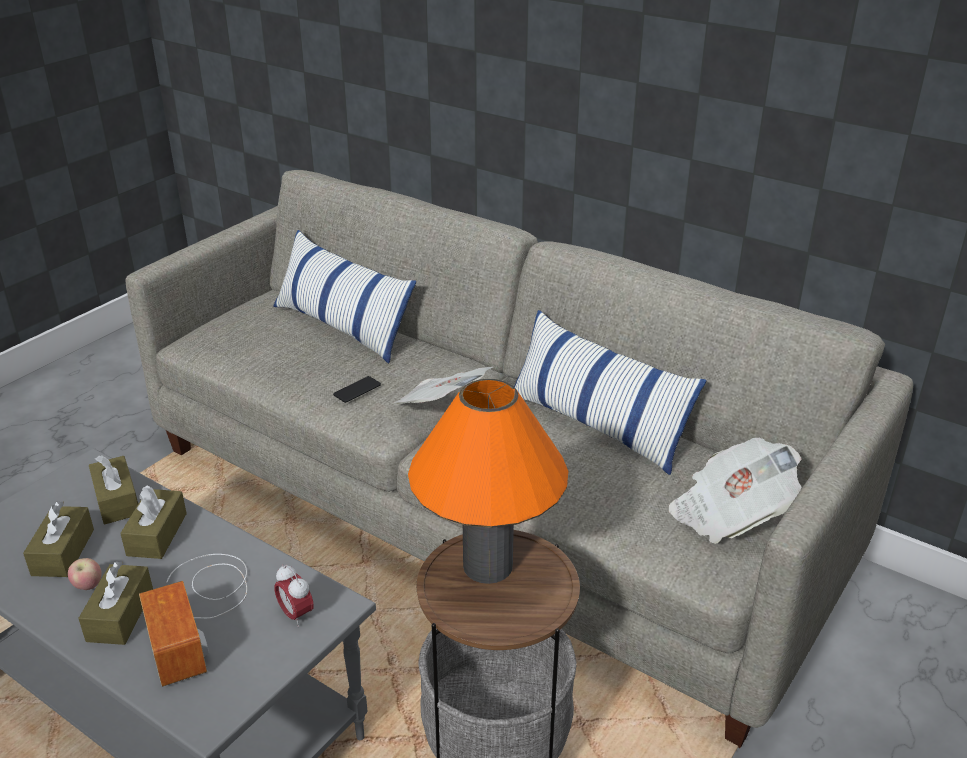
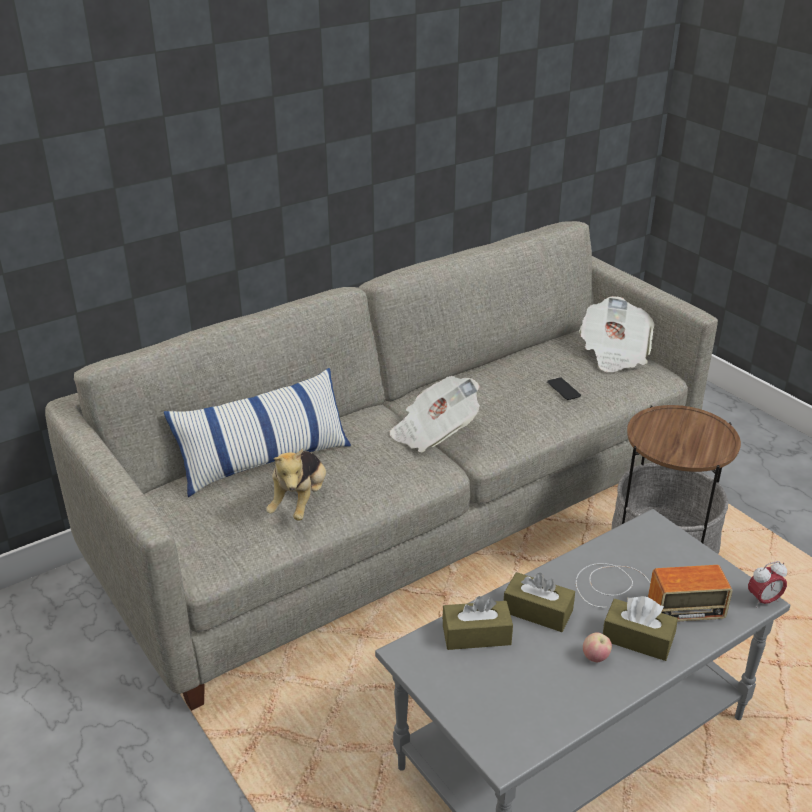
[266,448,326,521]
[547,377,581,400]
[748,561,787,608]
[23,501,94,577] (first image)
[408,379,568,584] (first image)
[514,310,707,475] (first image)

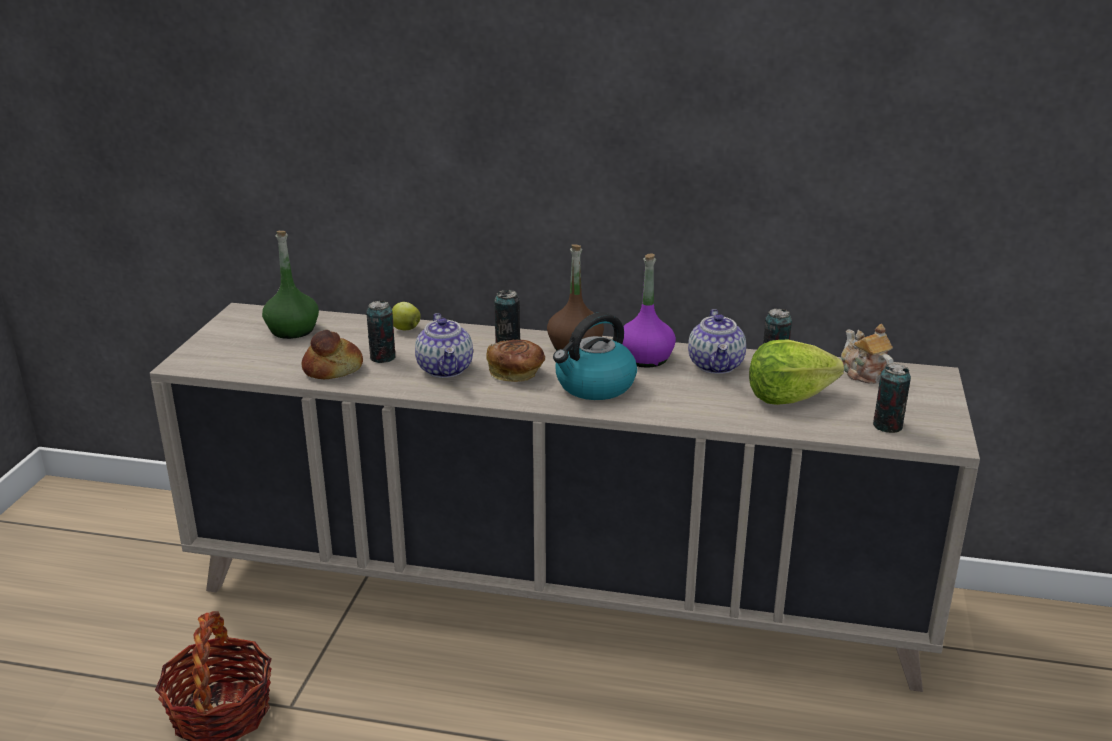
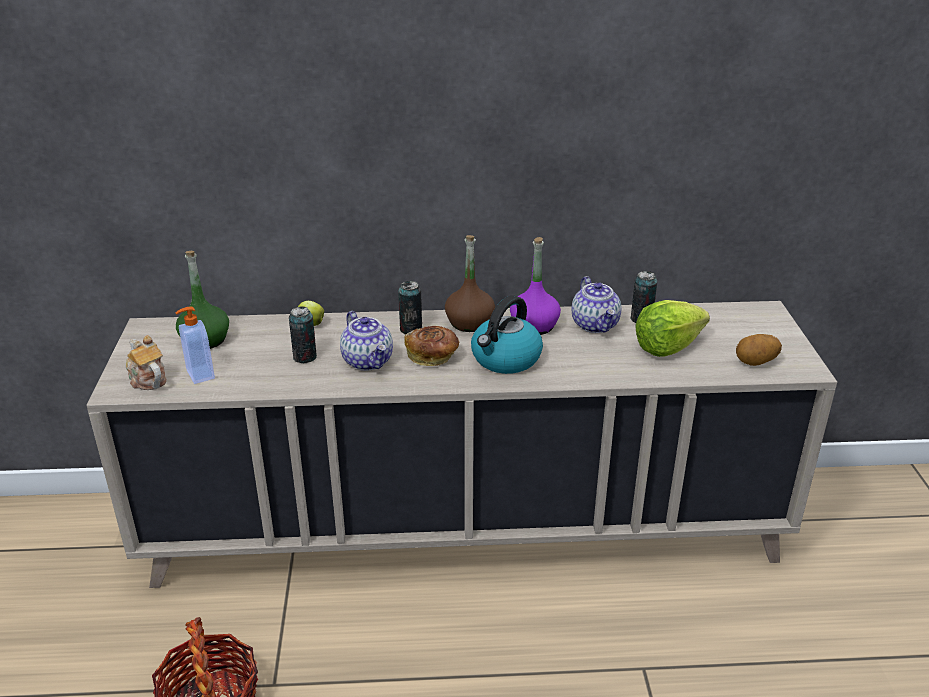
[126,335,167,390]
[176,307,215,384]
[736,334,782,366]
[302,330,363,379] (first image)

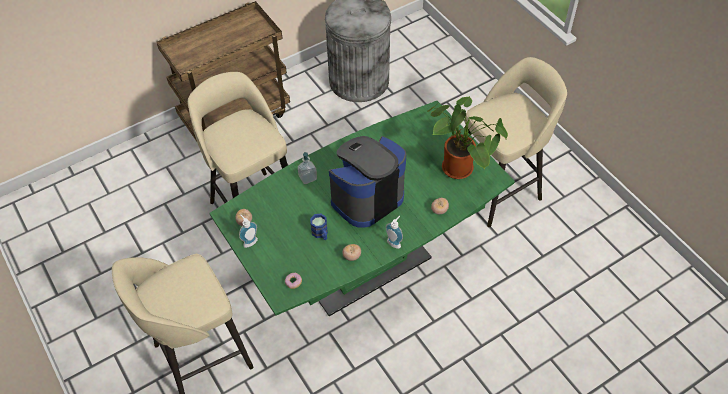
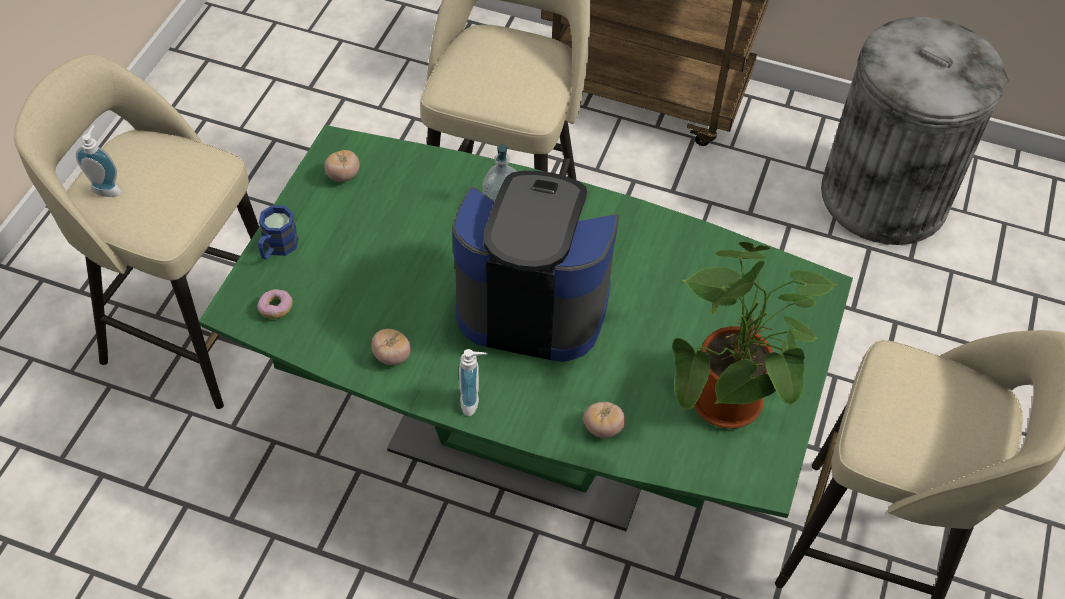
[76,125,121,197]
[258,205,298,259]

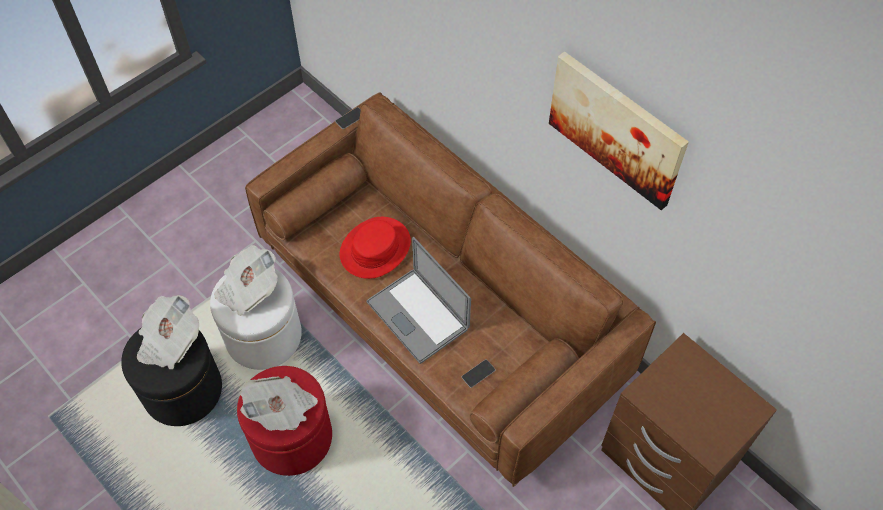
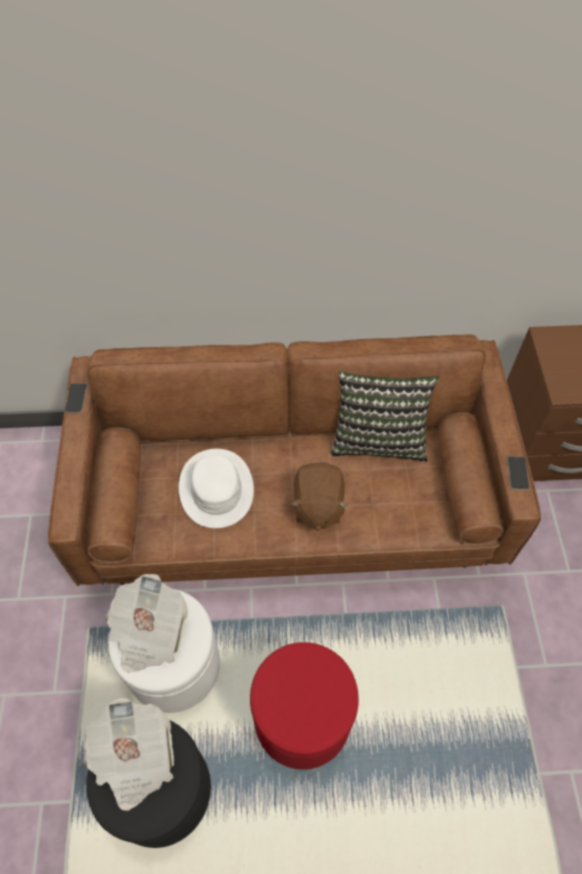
[179,449,254,528]
[290,462,348,531]
[331,371,439,462]
[507,456,529,490]
[240,376,318,431] (first image)
[549,51,689,210] (first image)

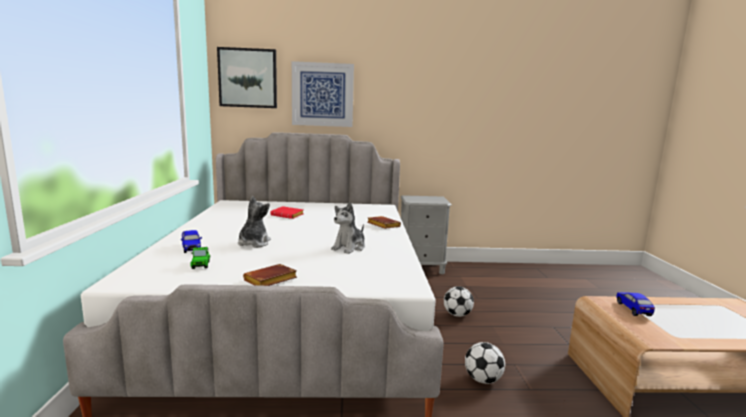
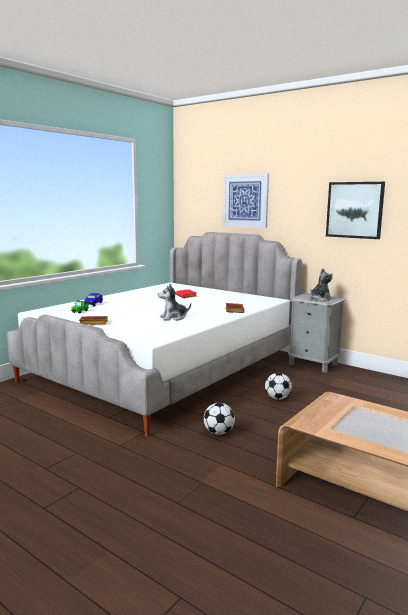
[310,268,333,301]
[326,182,385,239]
[616,292,655,316] (first image)

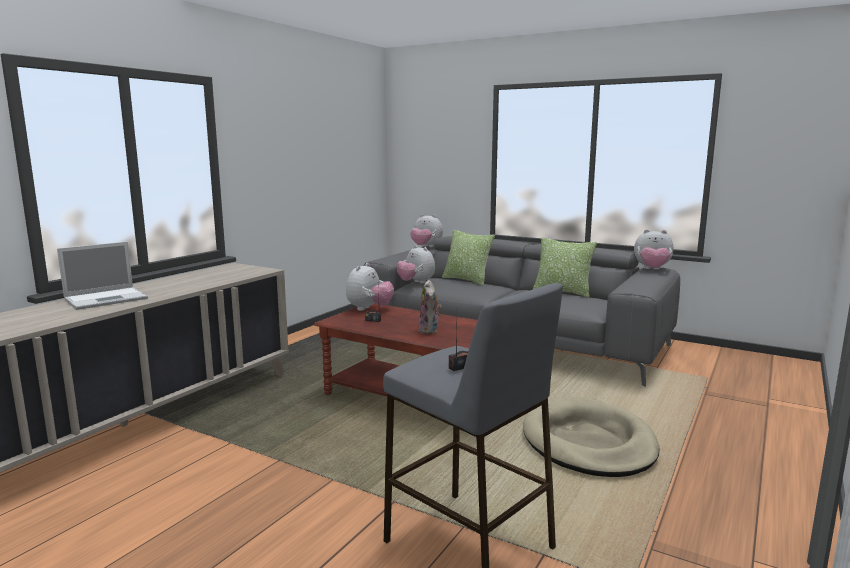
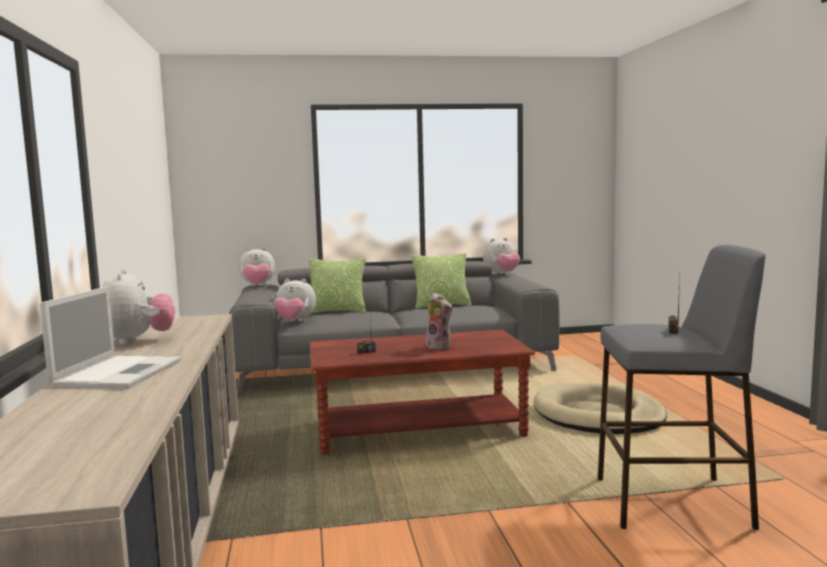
[102,269,175,345]

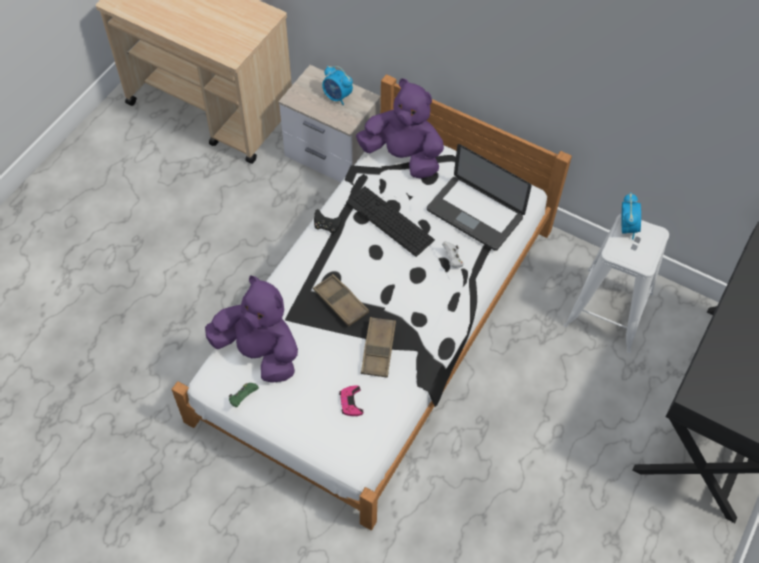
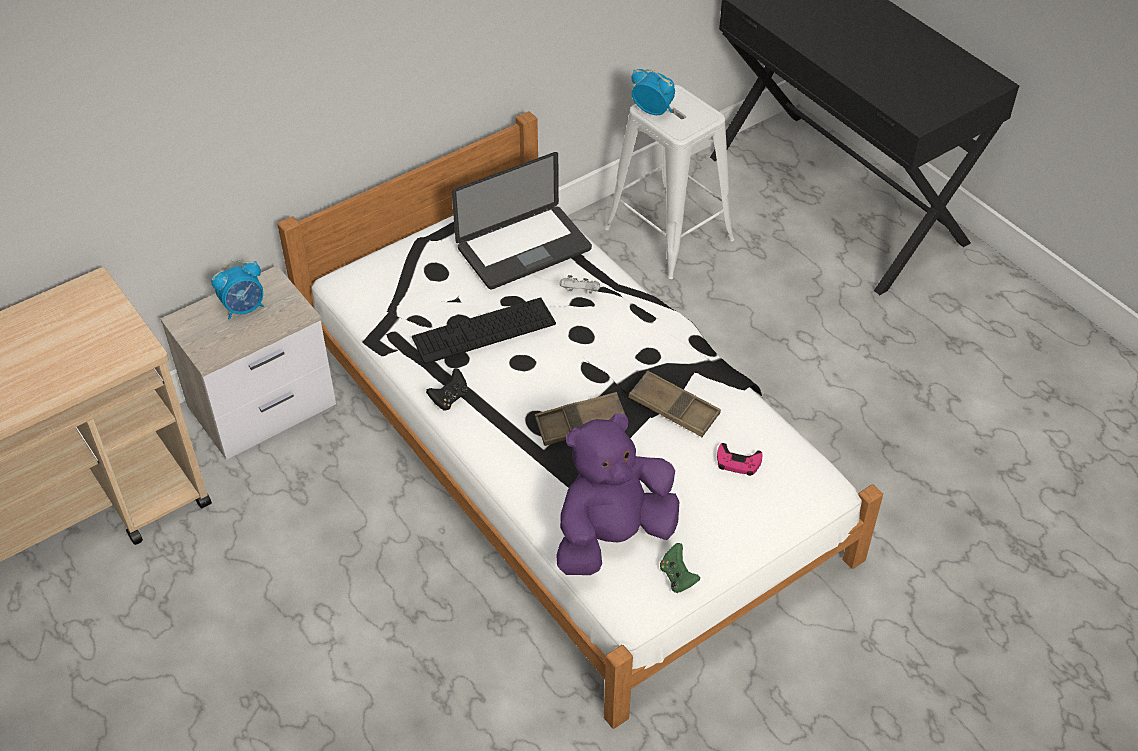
[356,79,444,179] (first image)

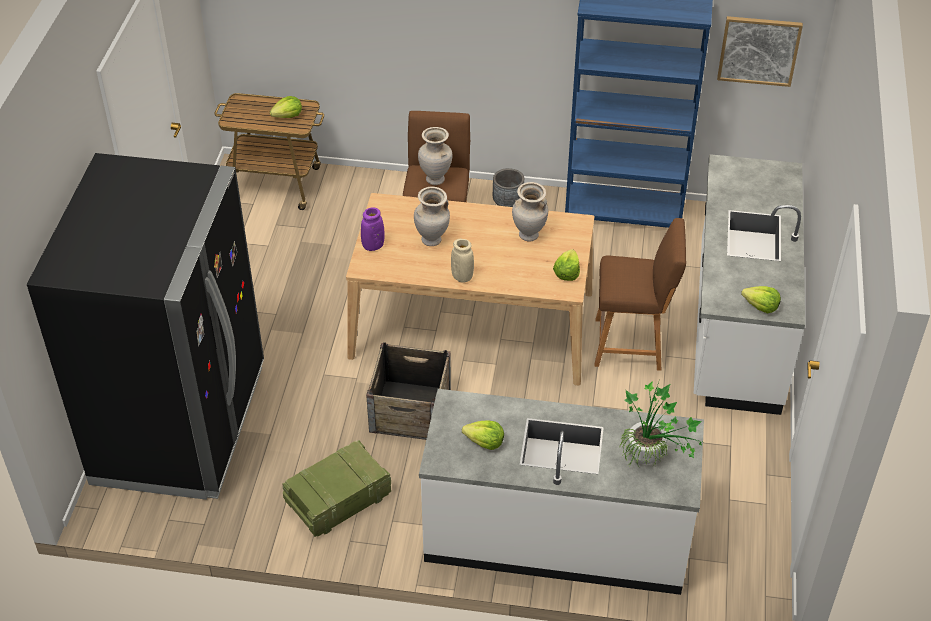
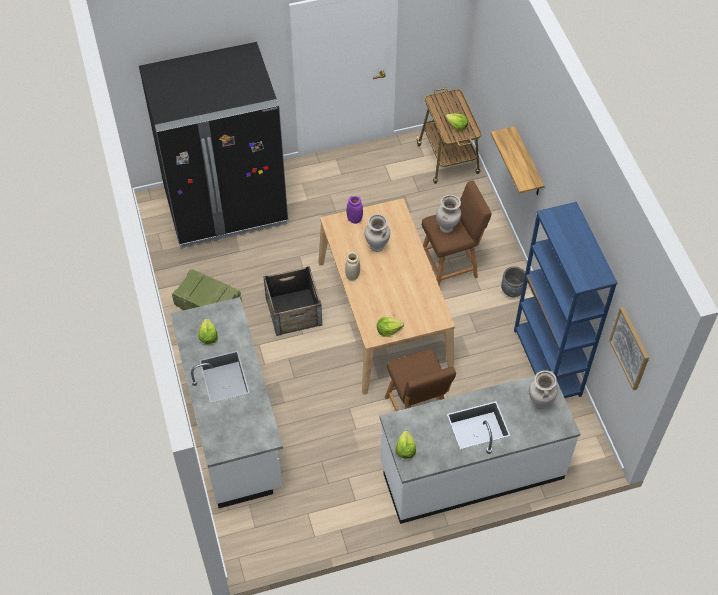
[491,126,544,195]
[529,370,558,409]
[619,381,702,466] (first image)

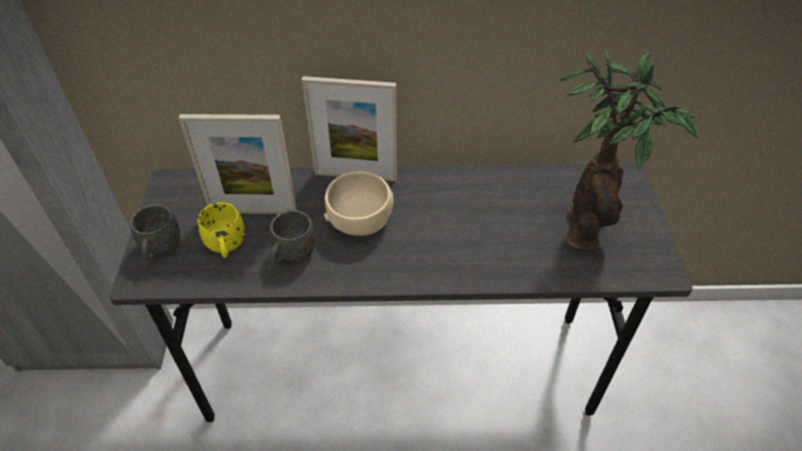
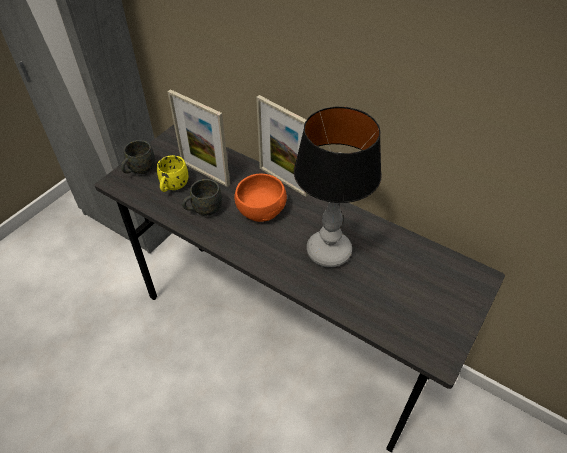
[234,174,287,222]
[294,107,382,268]
[560,49,699,252] (first image)

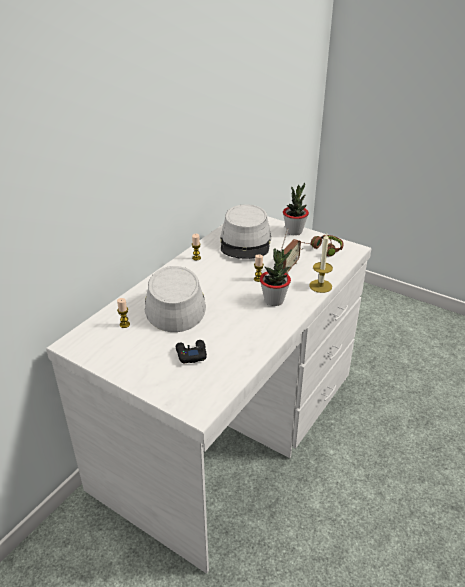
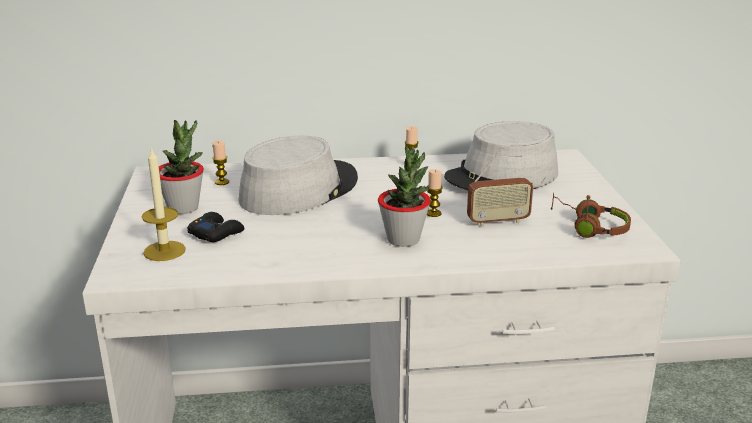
[142,147,186,261]
[159,120,204,214]

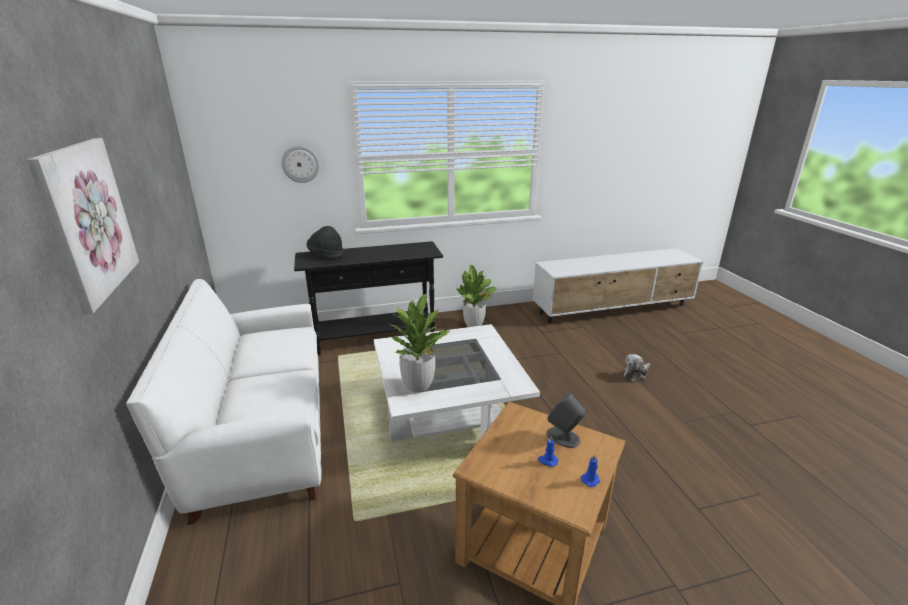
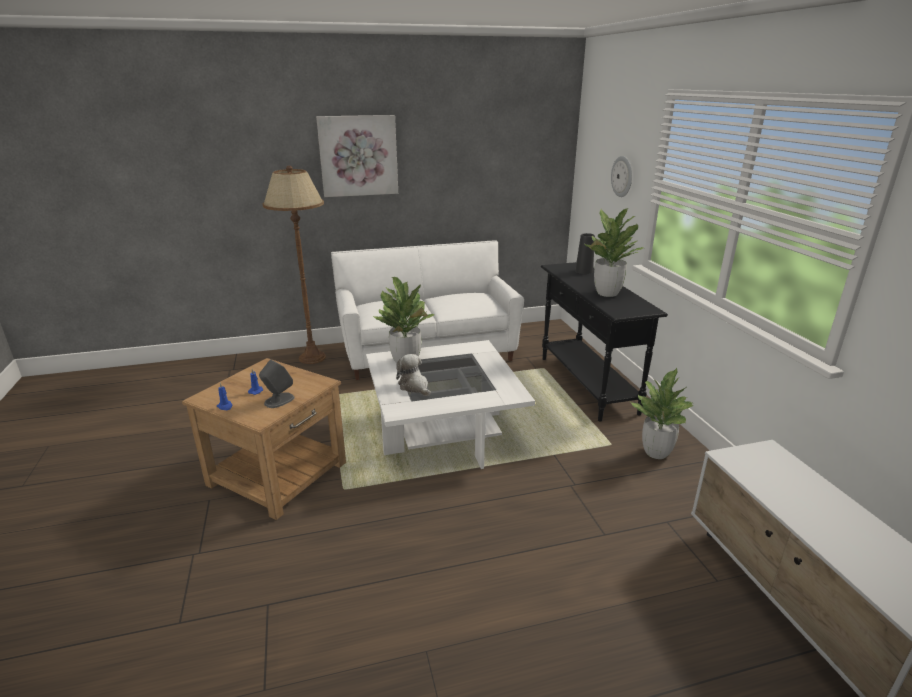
[262,166,326,364]
[396,354,431,396]
[575,233,595,274]
[585,208,644,297]

